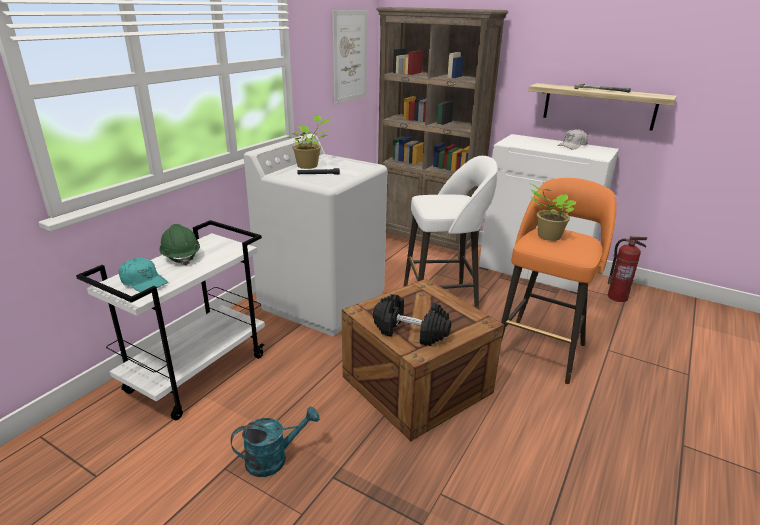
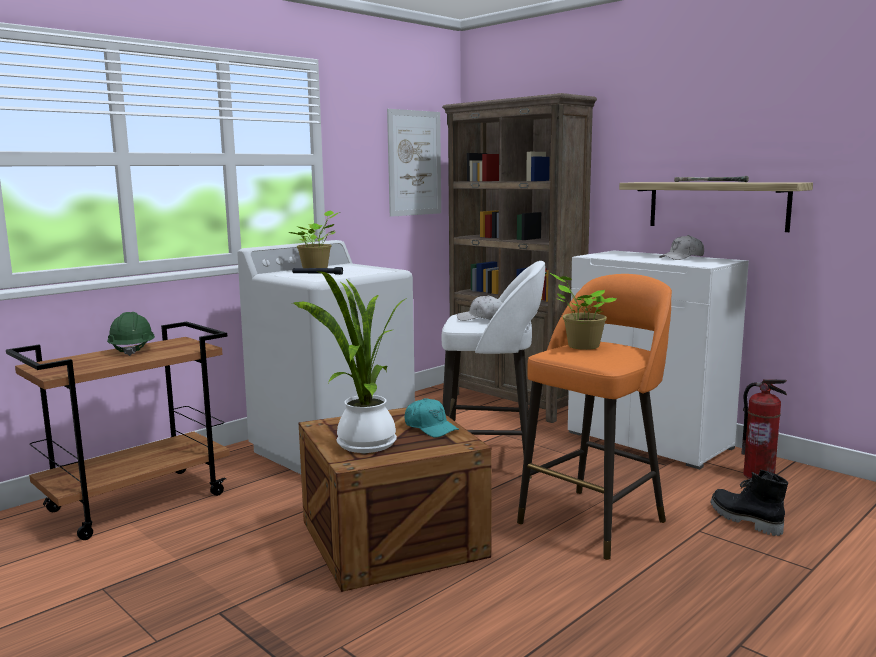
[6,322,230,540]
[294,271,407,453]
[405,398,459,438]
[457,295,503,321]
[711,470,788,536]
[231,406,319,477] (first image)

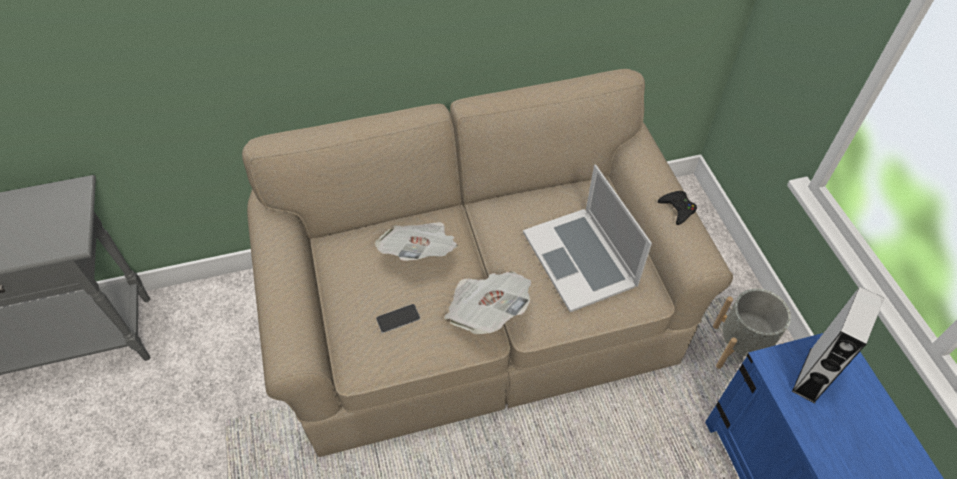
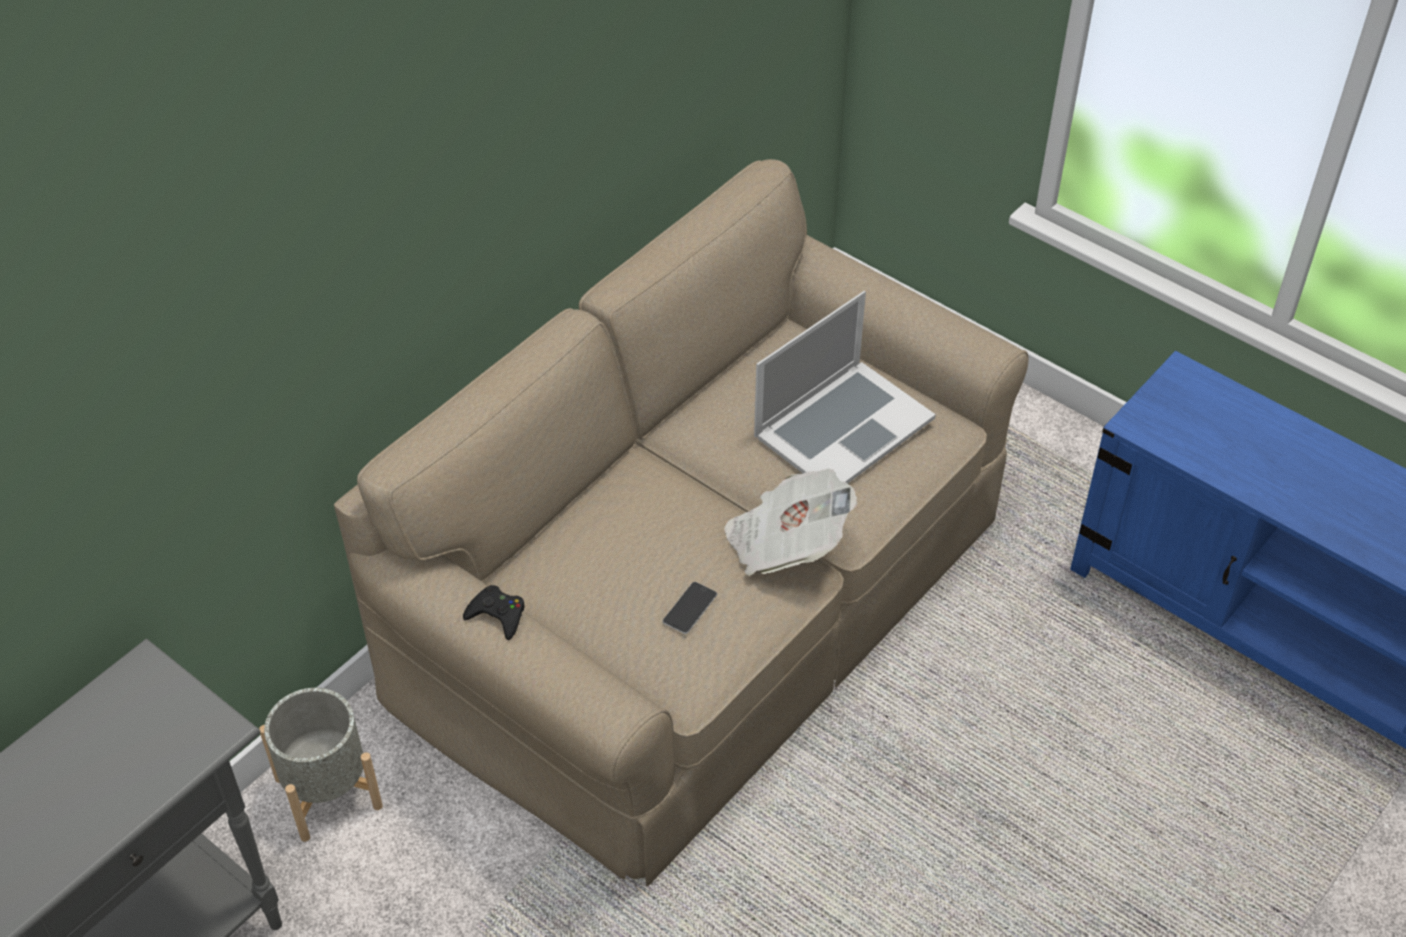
[259,688,383,842]
[463,585,524,640]
[754,291,936,484]
[375,222,458,261] (first image)
[792,286,884,404] (first image)

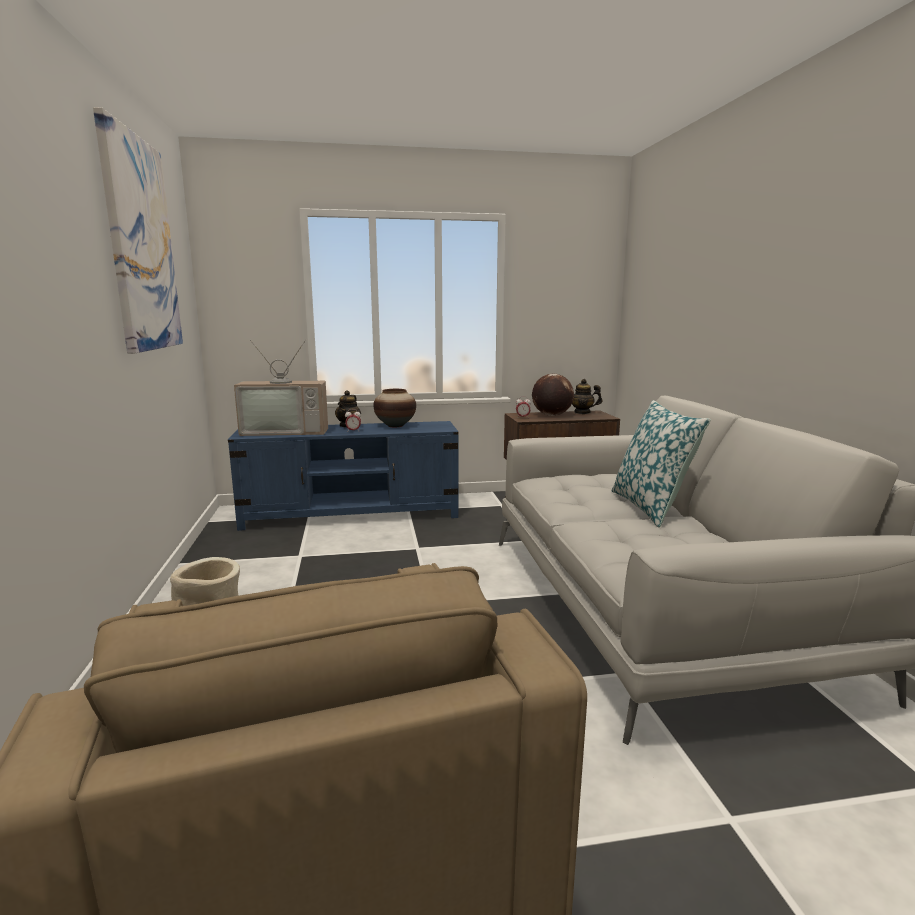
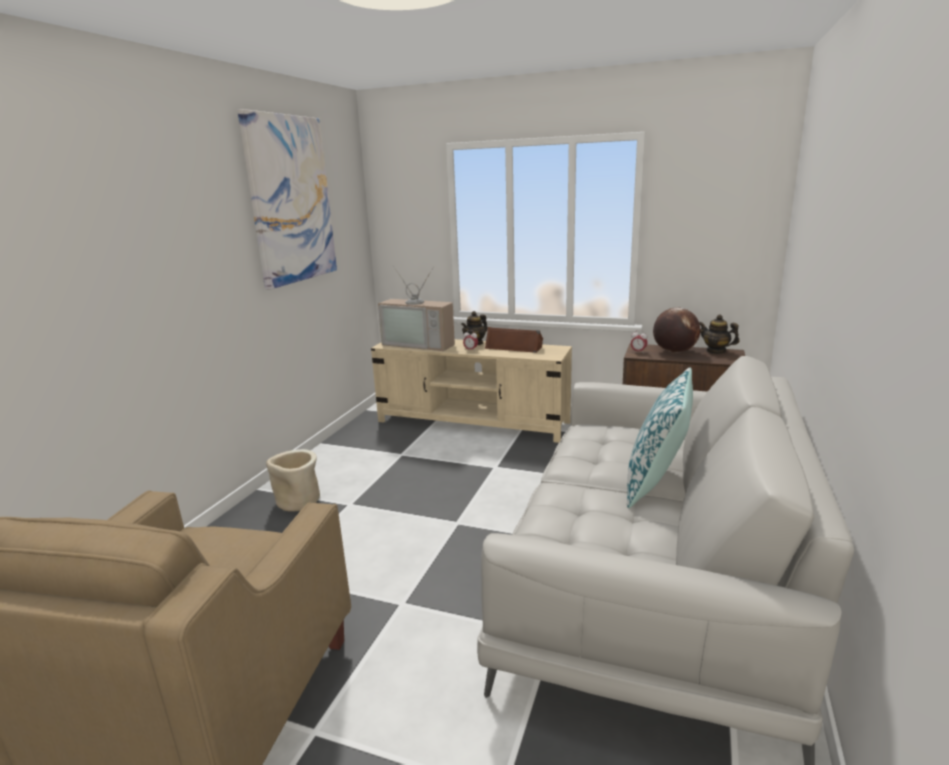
[371,339,572,443]
[485,327,543,353]

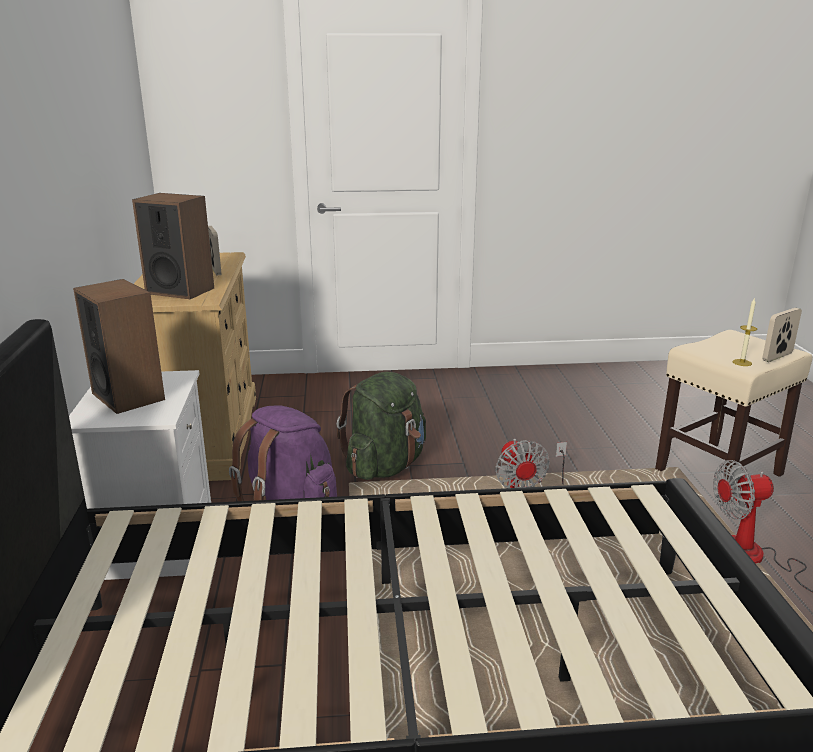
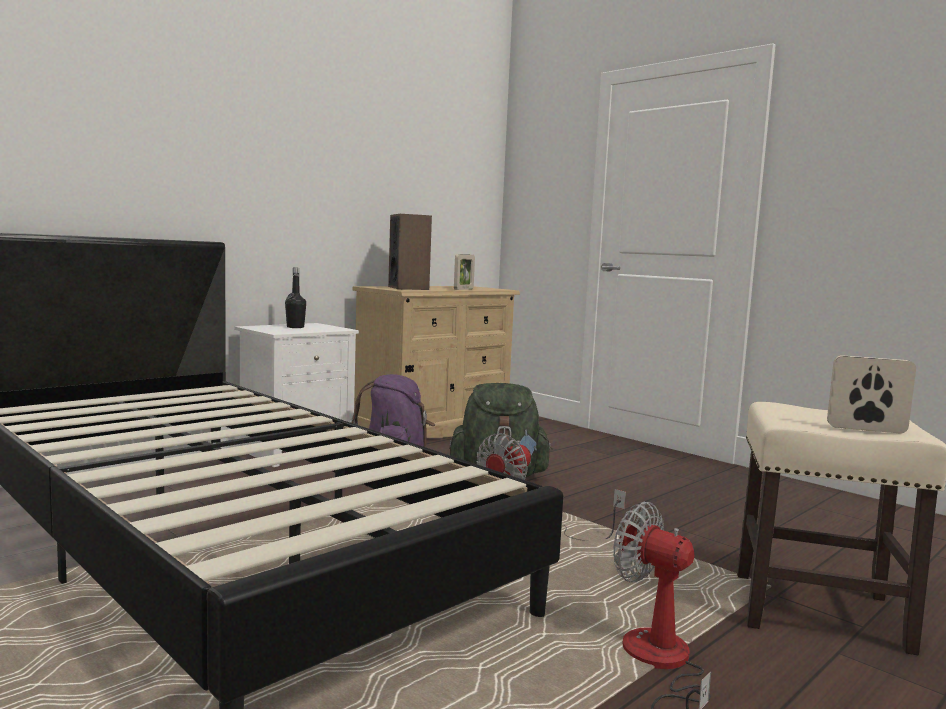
[285,267,306,328]
[733,299,757,366] (first image)

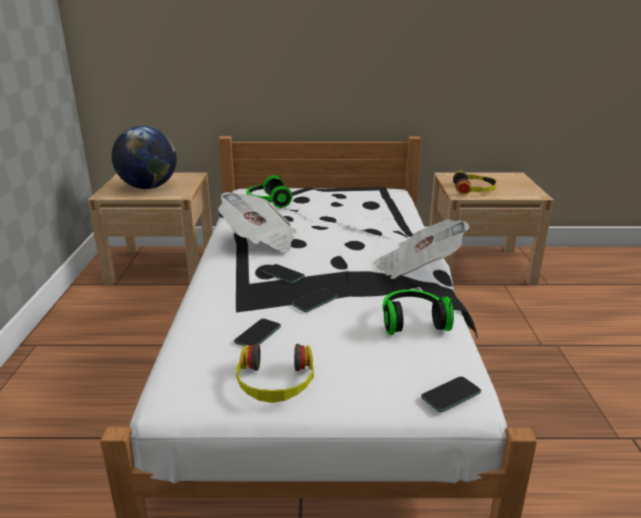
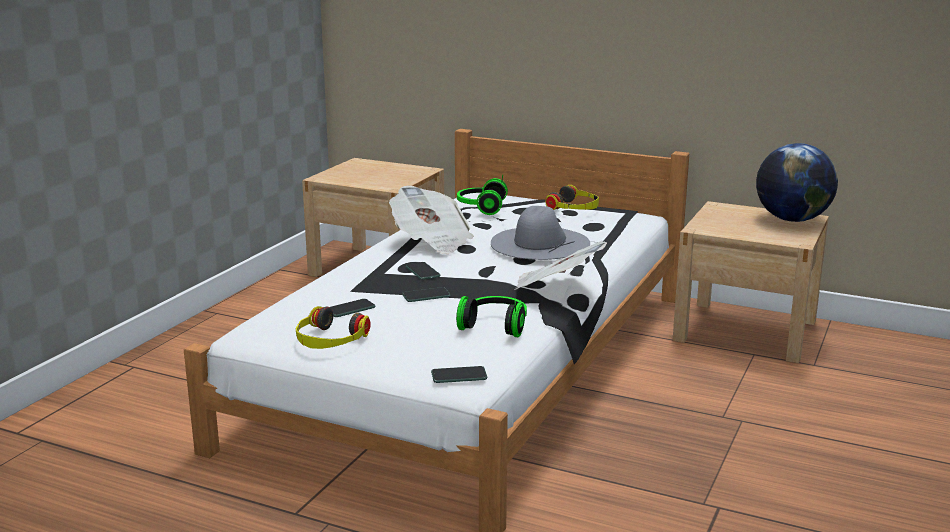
[491,206,590,260]
[545,185,599,210]
[756,143,838,222]

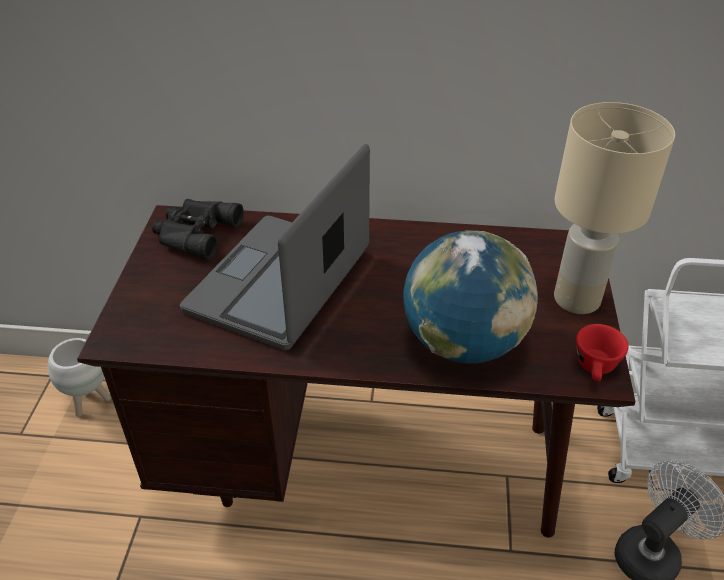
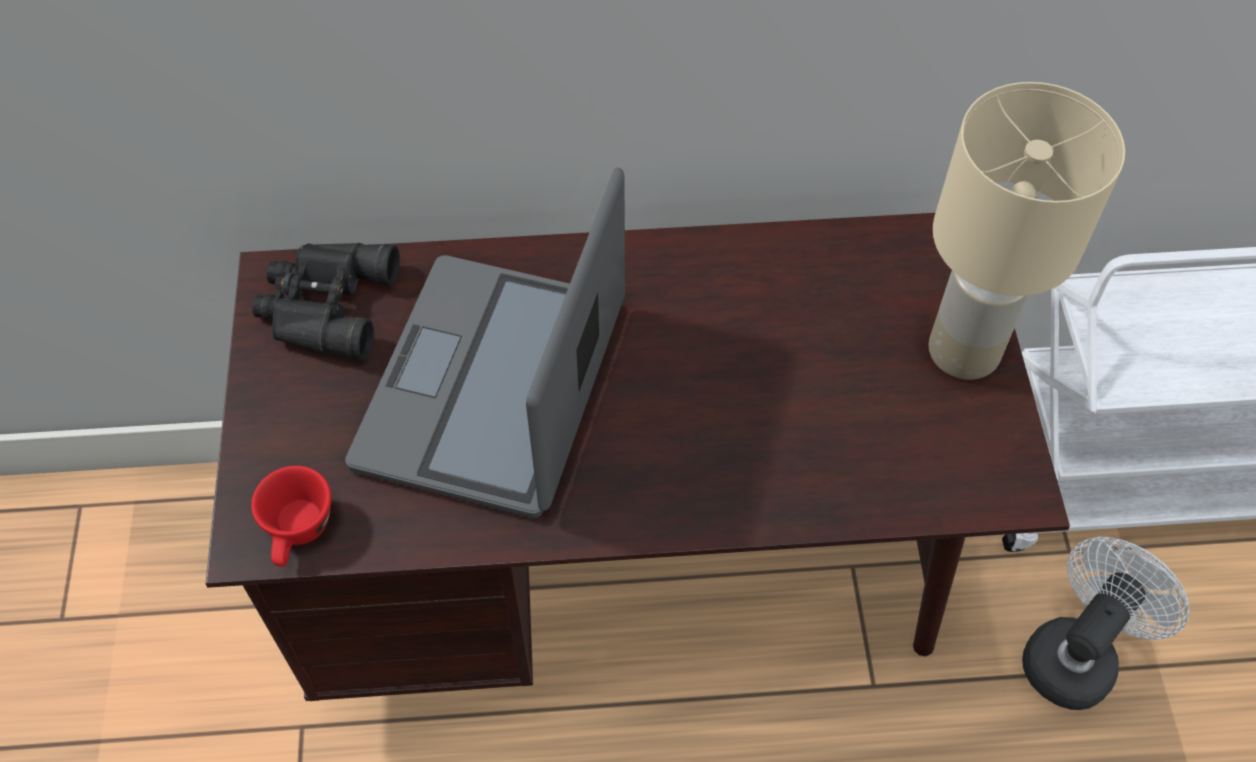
[251,466,332,567]
[48,338,111,417] (first image)
[403,230,538,363] (first image)

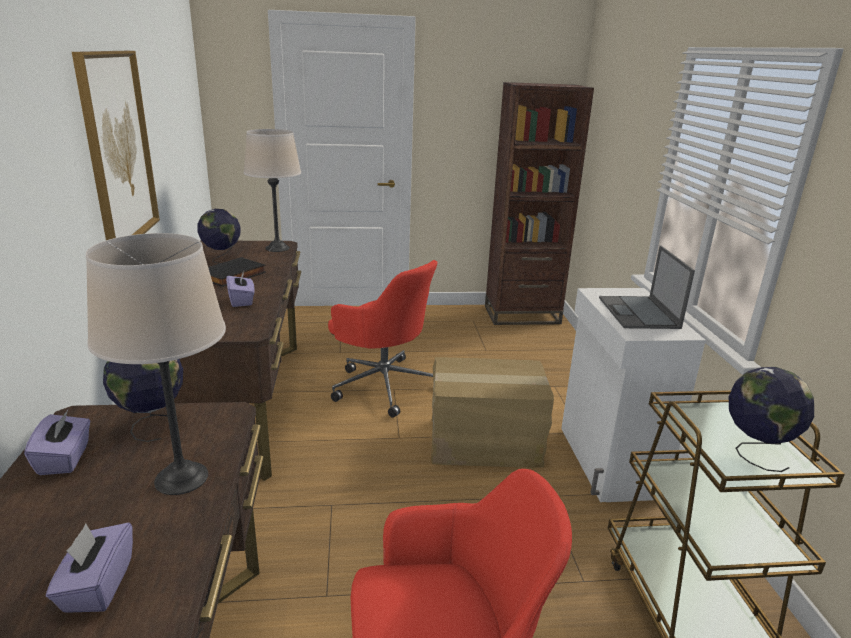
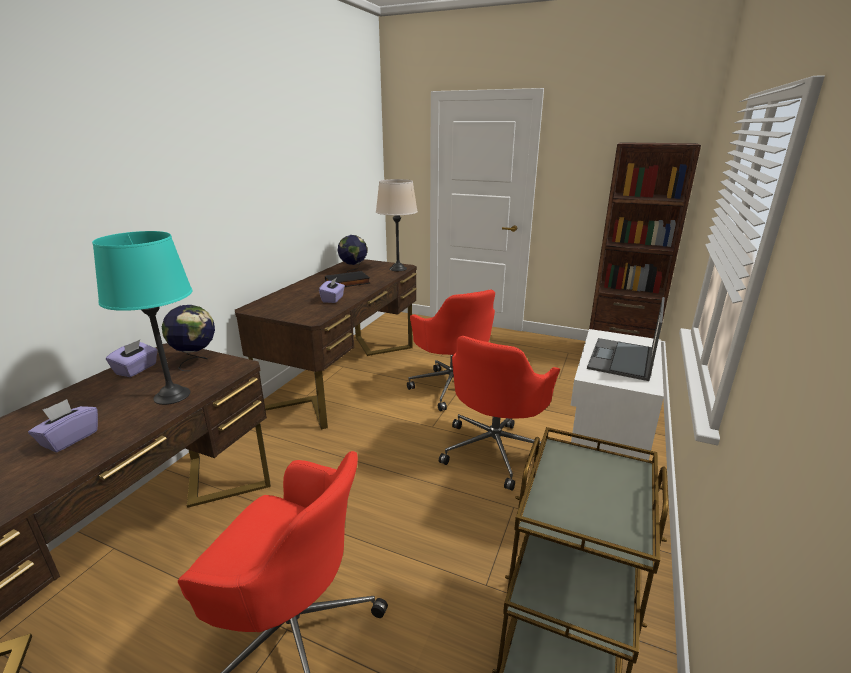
[92,231,192,405]
[439,336,560,491]
[72,51,160,240] (first image)
[729,367,814,472] (first image)

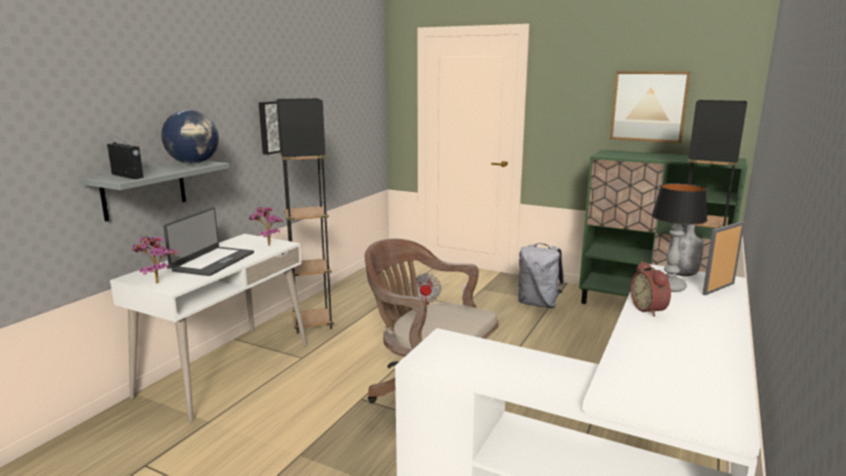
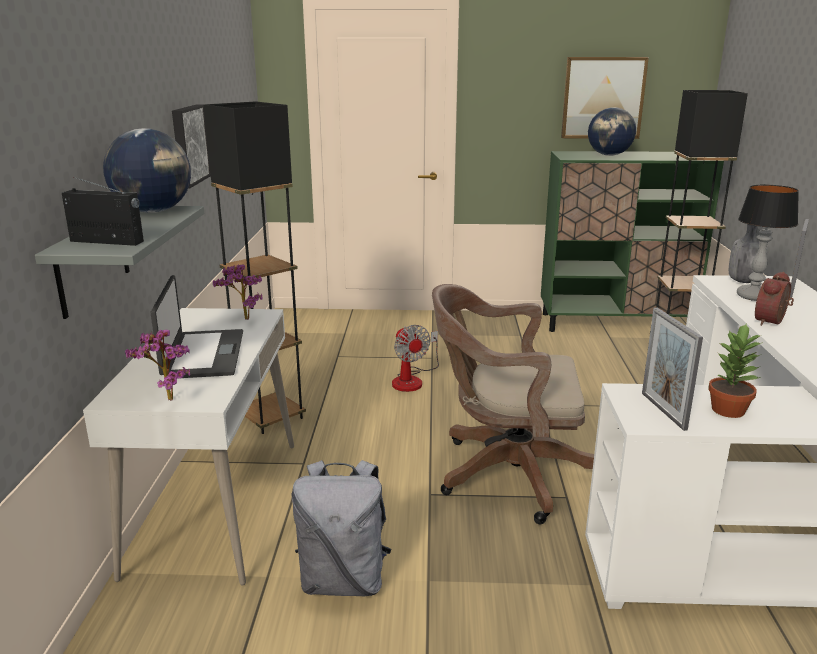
[292,460,392,596]
[588,107,636,156]
[642,308,703,431]
[708,324,763,418]
[755,272,794,326]

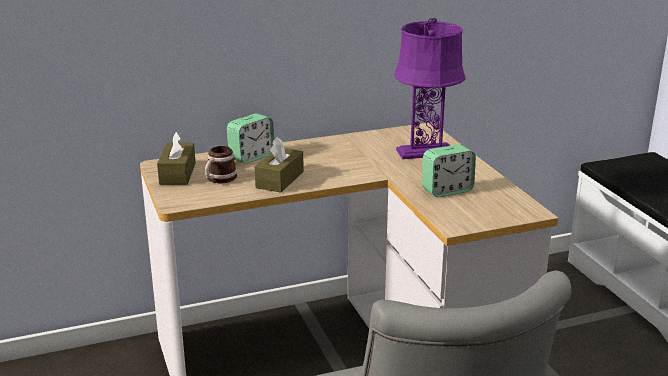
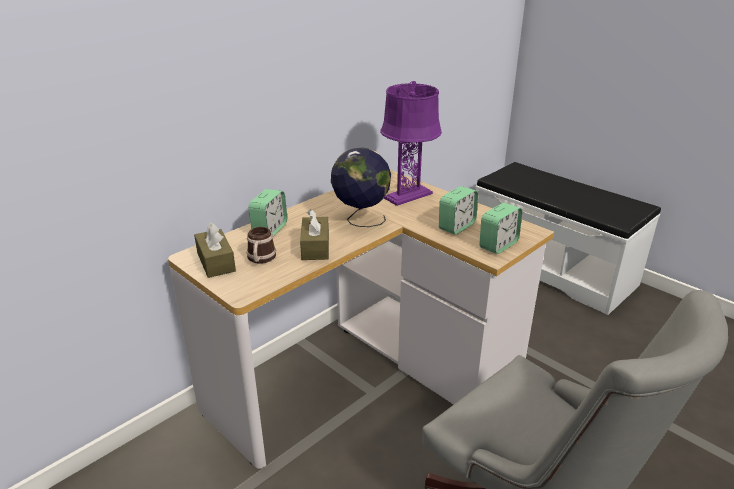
[331,148,391,227]
[479,203,522,254]

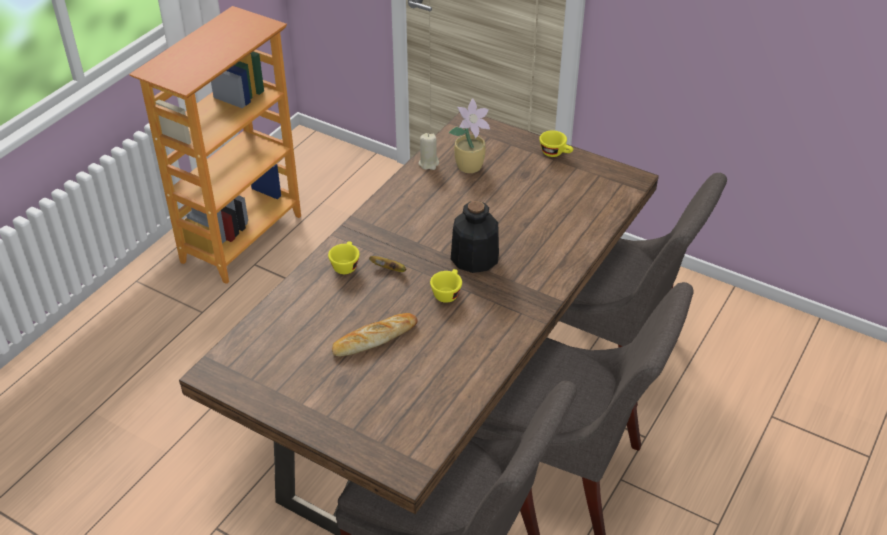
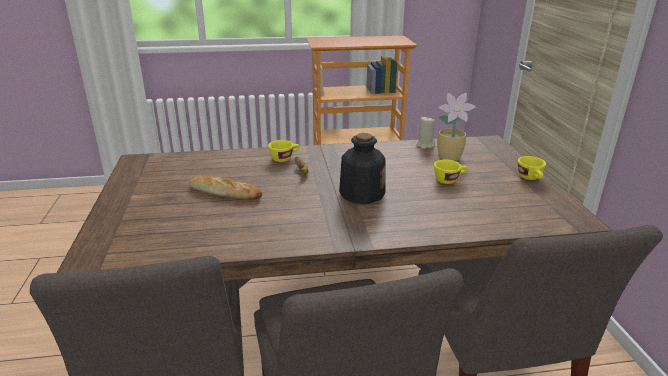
[434,160,467,184]

